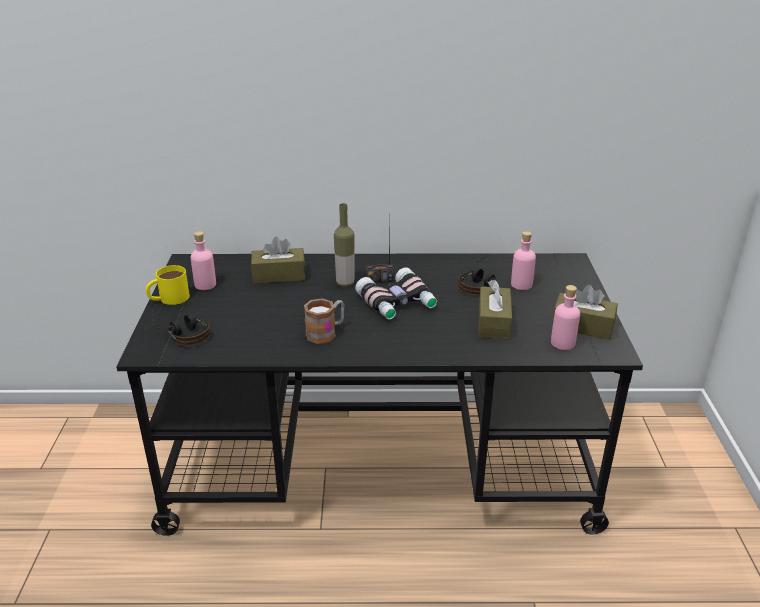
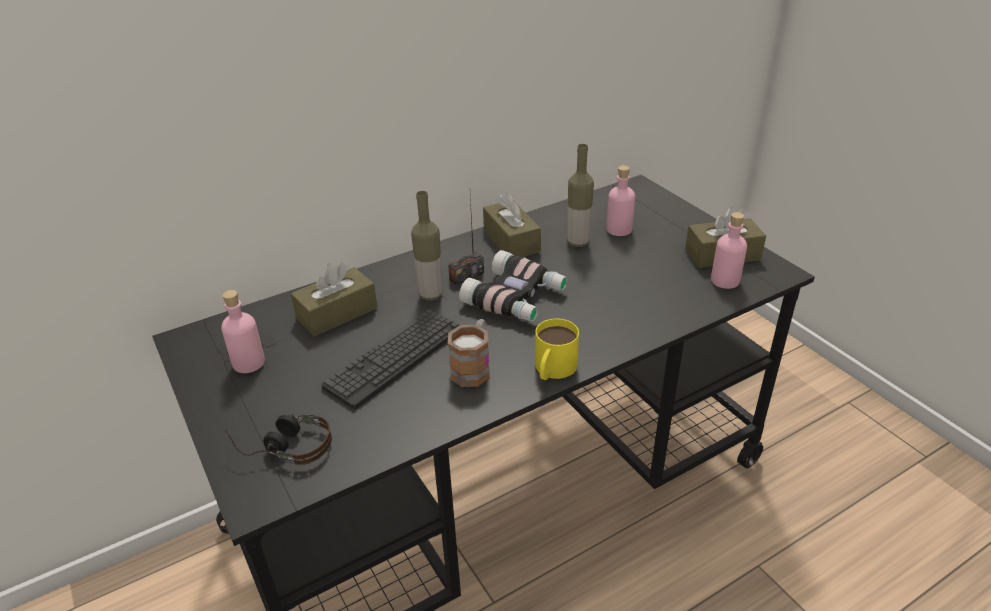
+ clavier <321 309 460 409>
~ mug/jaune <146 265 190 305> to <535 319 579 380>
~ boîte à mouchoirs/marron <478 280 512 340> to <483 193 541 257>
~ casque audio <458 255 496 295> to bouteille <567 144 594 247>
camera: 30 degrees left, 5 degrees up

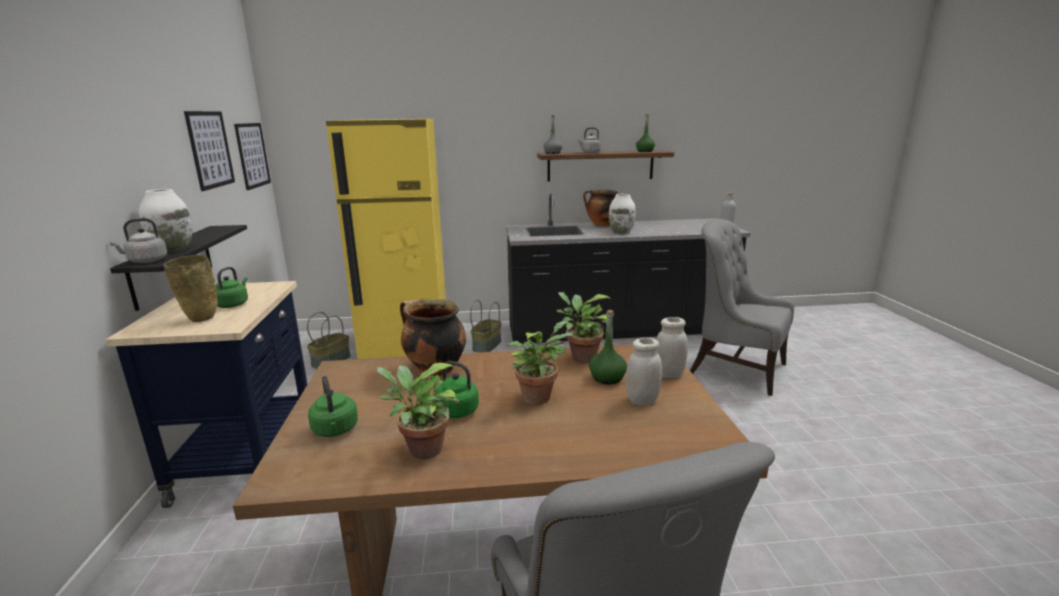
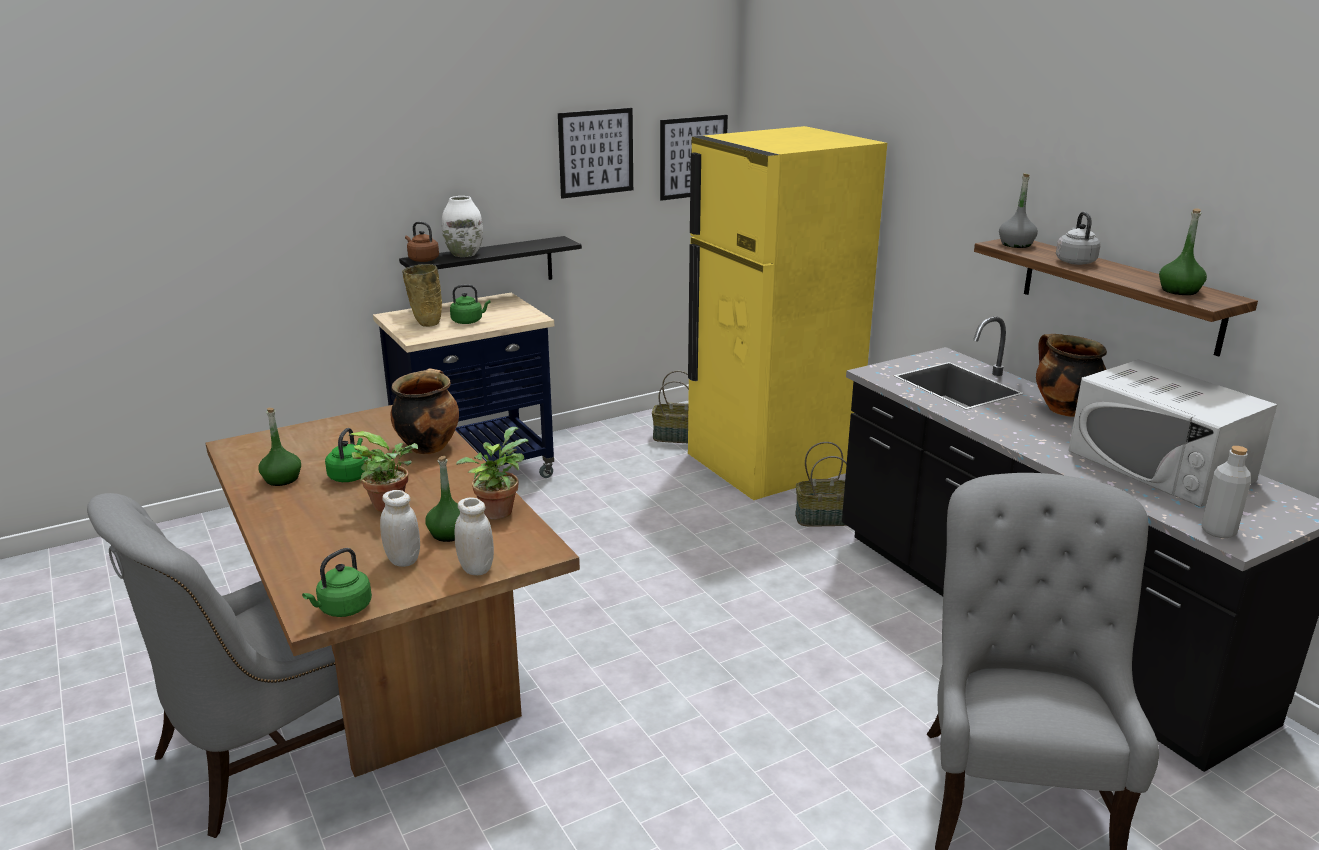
- vase/blanc <609 194 636 234>
+ micro-ondes/blanc <1068 359 1277 507>
~ bouilloire/vert <308 376 358 437> to <302 548 372 617>
~ plante en pot <376 363 460 459> to bouteille/vert <259 408 301 486>
~ bouilloire/gris <109 218 167 263> to bouilloire/marron <405 222 439 262>
camera: 65 degrees right, 5 degrees up

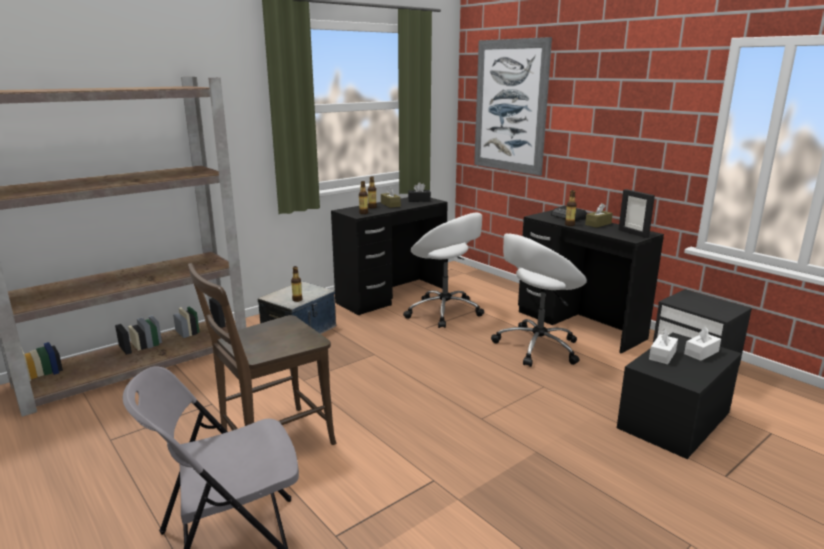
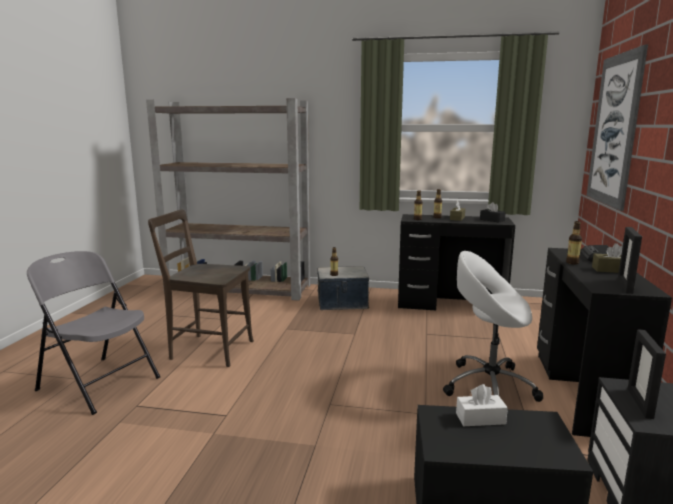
- chaise de bureau/blanc <403 213 484 328>
- boîte à mouchoirs/blanc <684 326 721 361>
+ cadre photo <628 329 666 419>
camera: 50 degrees right, 5 degrees down

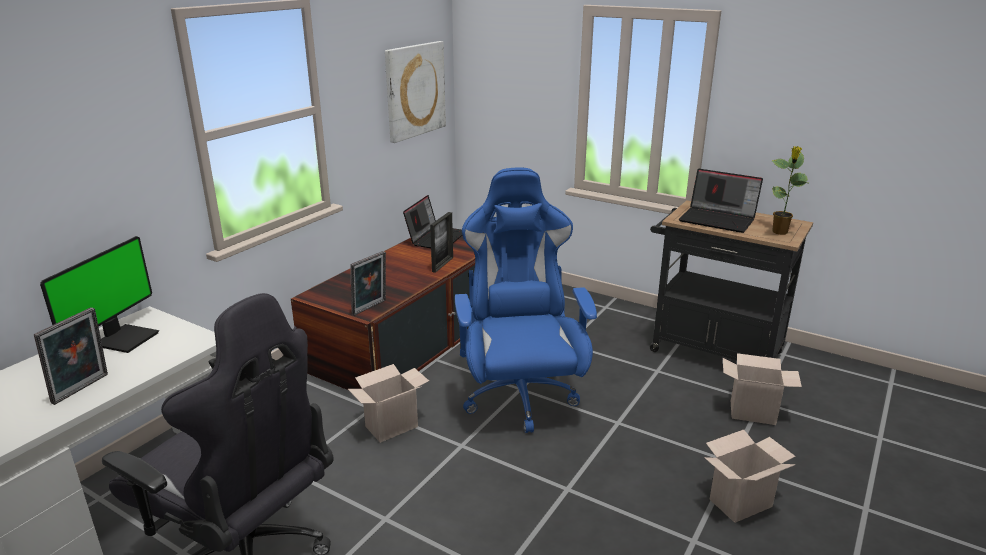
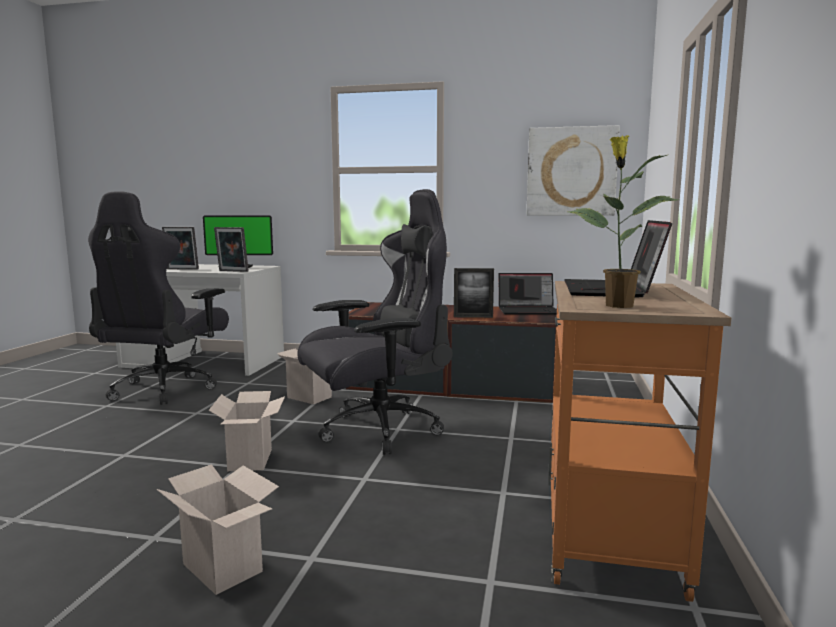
~ cadre photo <350 251 386 316> to <214 227 249 272>
~ carton <723 353 802 425> to <208 391 285 471>
~ chaise de bureau/bleu <455 167 597 433> to chaise de bureau/noir <297 189 453 455>
~ chariot/noir <650 200 813 360> to chariot/orange <548 281 732 602>
camera: 70 degrees right, 15 degrees down

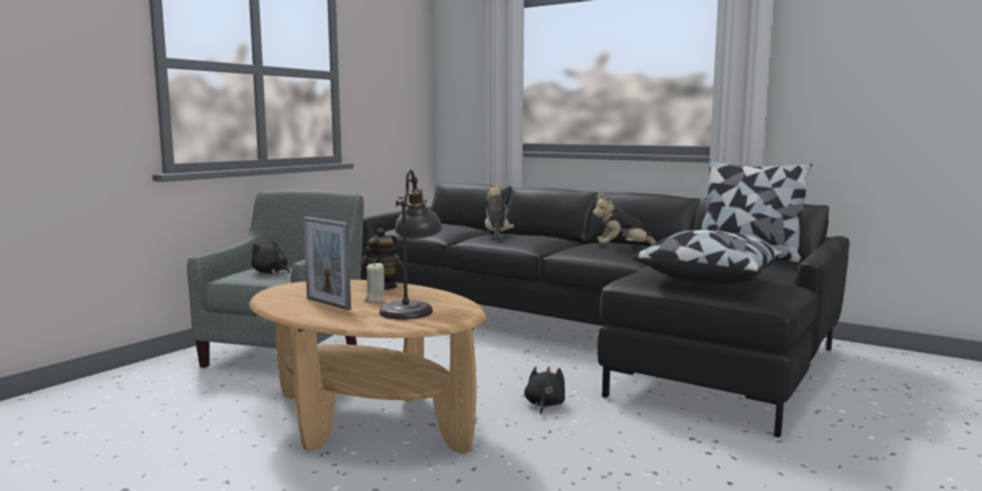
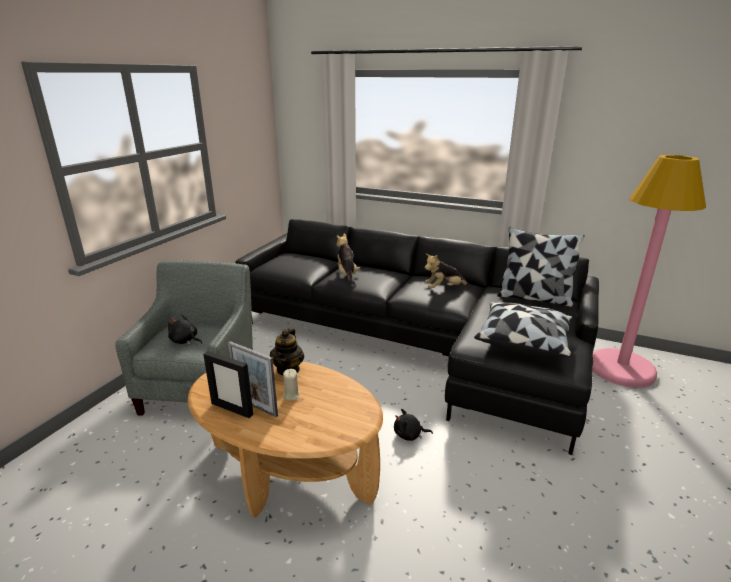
- lampe de table/gris <379 169 442 320>
+ cadre photo <203 351 253 418>
+ lampadaire/rose <592 155 706 387>
~ peluche/noir <524 366 565 415> = <394 409 433 441> 90 degrees counterclockwise
camera: 10 degrees left, 15 degrees up

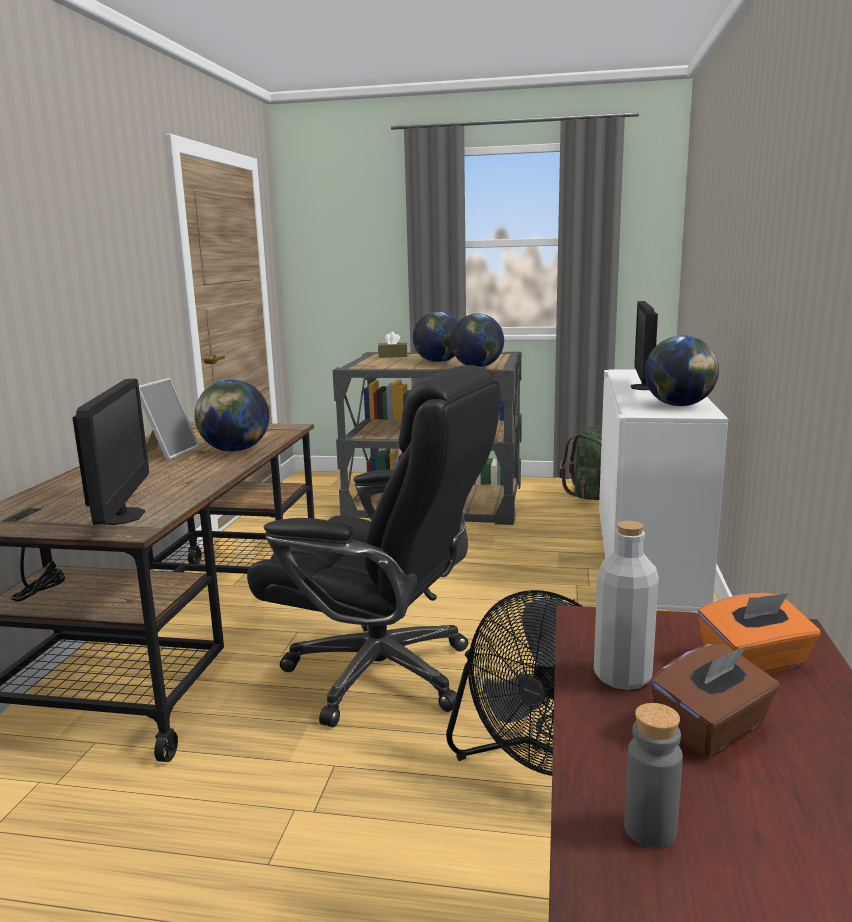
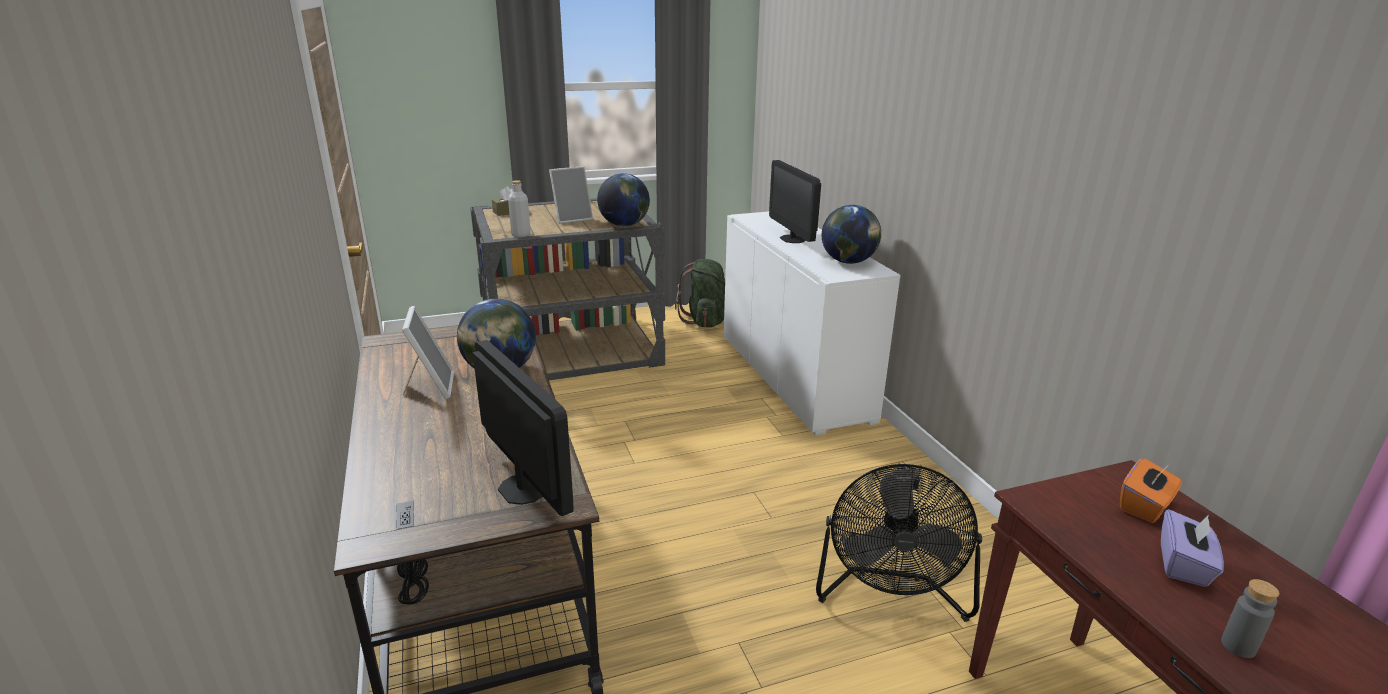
- chaise de bureau/noir <247 365 500 727>
~ bouteille/gris <594 521 659 690> to <508 180 531 237>
~ globe <413 312 458 362> to cadre photo <549 166 593 224>
~ boîte à mouchoirs/marron <650 643 780 757> to boîte à mouchoirs/violet <1161 509 1224 587>
camera: 30 degrees left, 10 degrees up

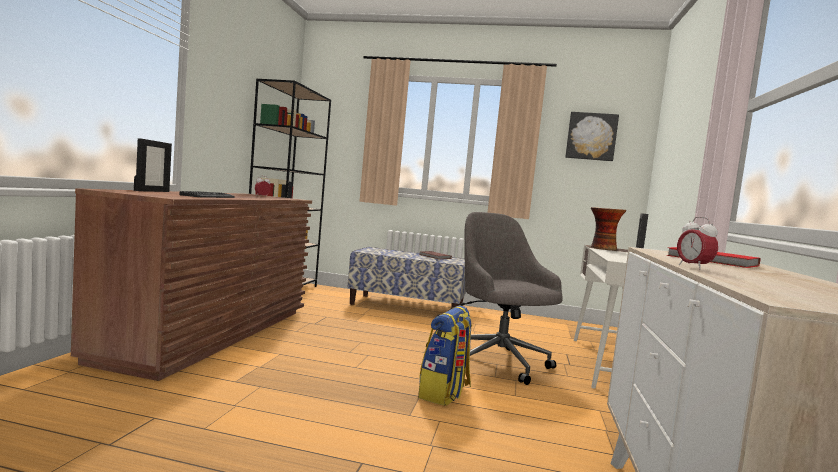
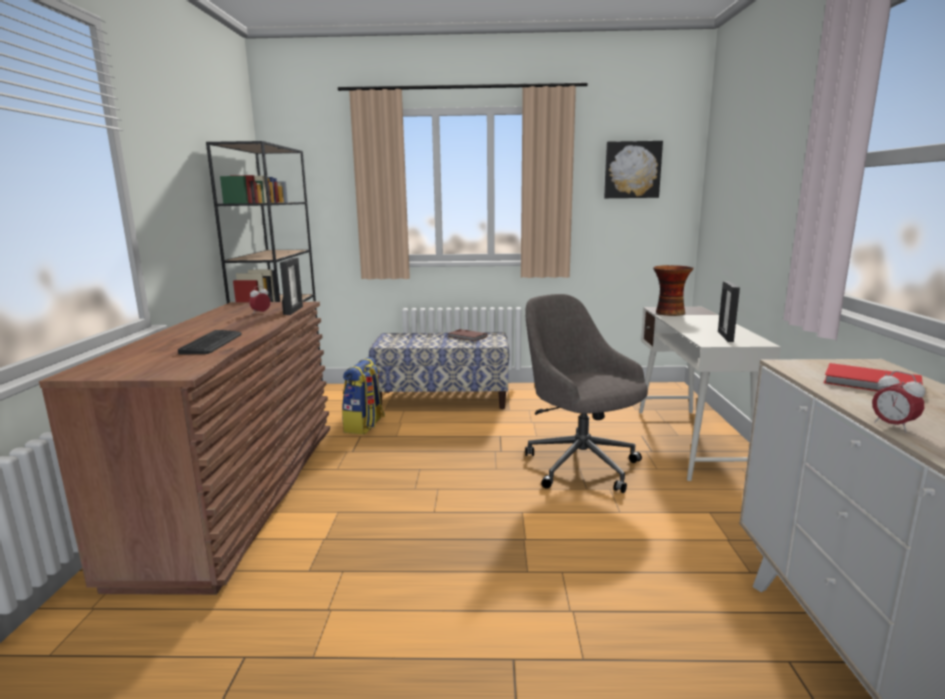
~ cadre photo <134 138 172 192> to <280 258 303 315>
~ sac à dos <418 306 472 406> to <342 357 385 435>
camera: 10 degrees left, 10 degrees up

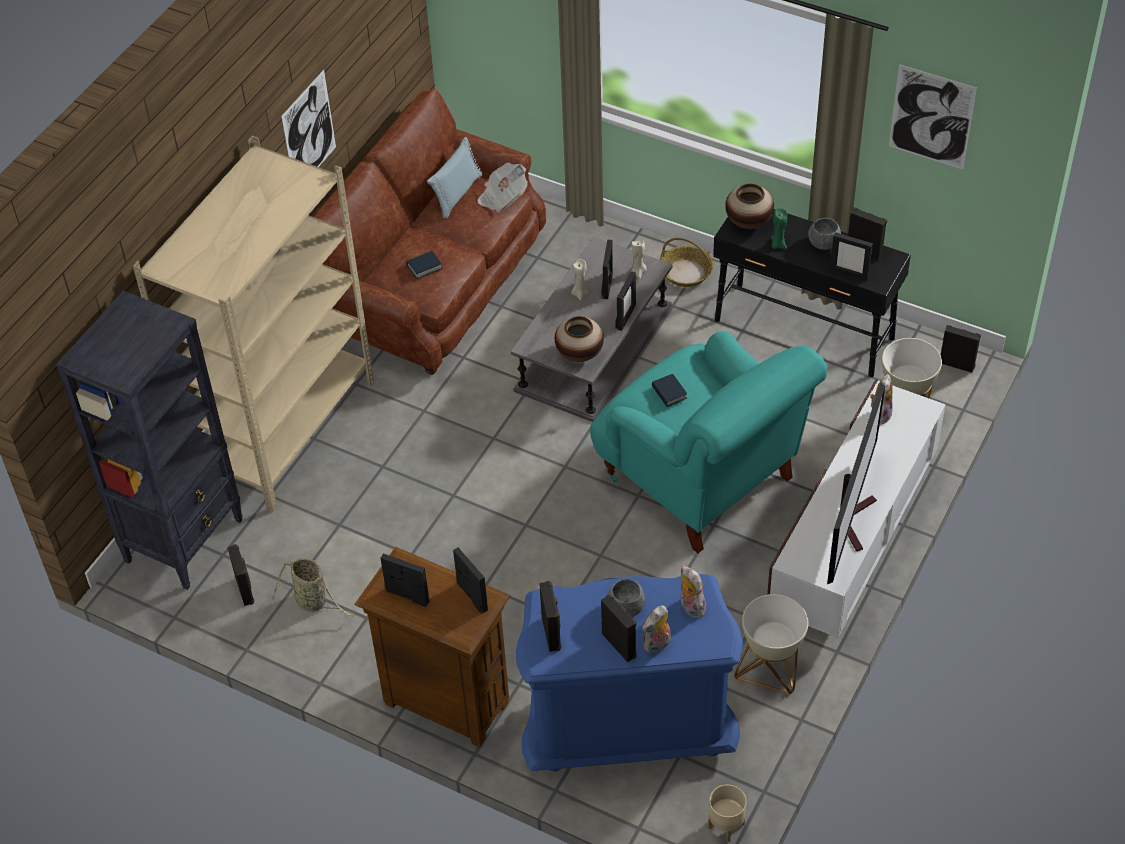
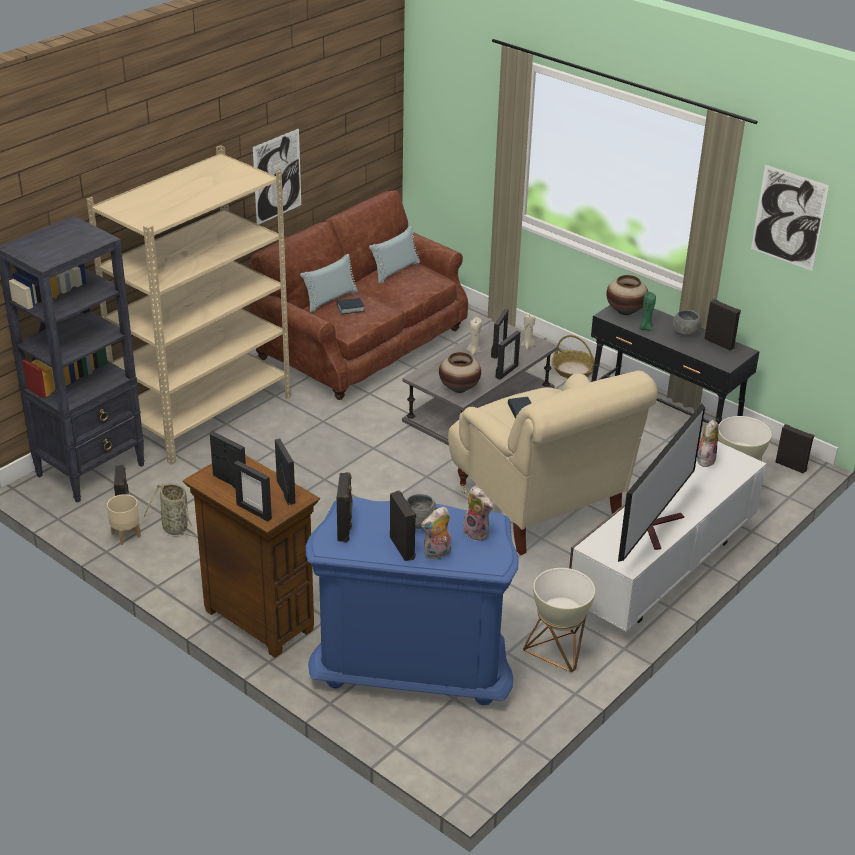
- journal <477 162 528 213>
+ coussin/bleu <300 254 358 312>
~ cache-pot/beige <708 785 747 842> to <107 494 141 545>
~ cadre photo <830 232 873 281> to <234 460 272 521>
~ fauteuil/turquoise <590 331 827 553> to fauteuil/beige <448 370 658 555>
~ peluche <680 565 706 618> = <463 486 493 541> 150 degrees clockwise
camera: 10 degrees right, 15 degrees down

